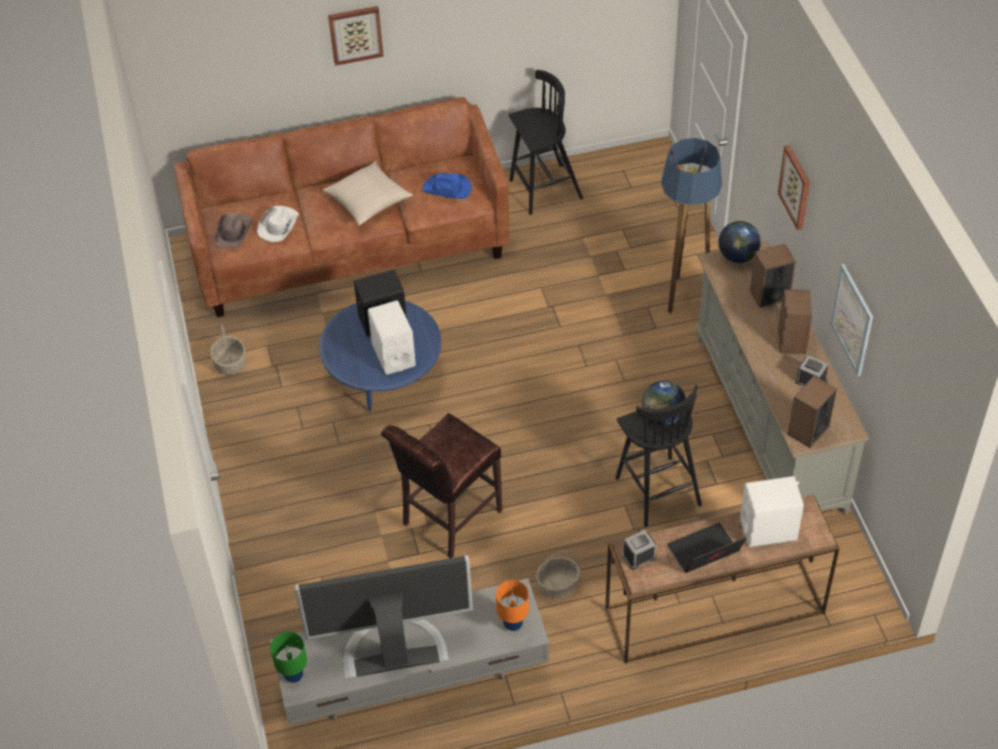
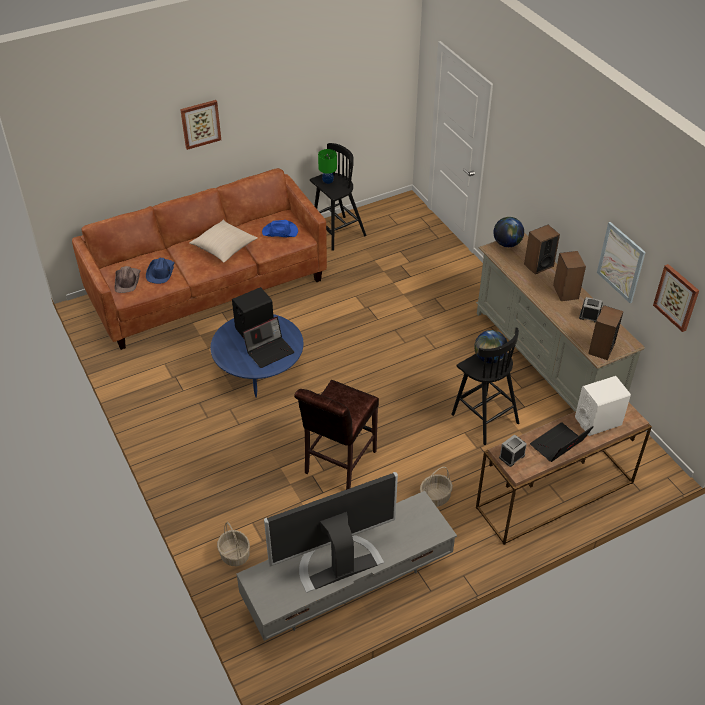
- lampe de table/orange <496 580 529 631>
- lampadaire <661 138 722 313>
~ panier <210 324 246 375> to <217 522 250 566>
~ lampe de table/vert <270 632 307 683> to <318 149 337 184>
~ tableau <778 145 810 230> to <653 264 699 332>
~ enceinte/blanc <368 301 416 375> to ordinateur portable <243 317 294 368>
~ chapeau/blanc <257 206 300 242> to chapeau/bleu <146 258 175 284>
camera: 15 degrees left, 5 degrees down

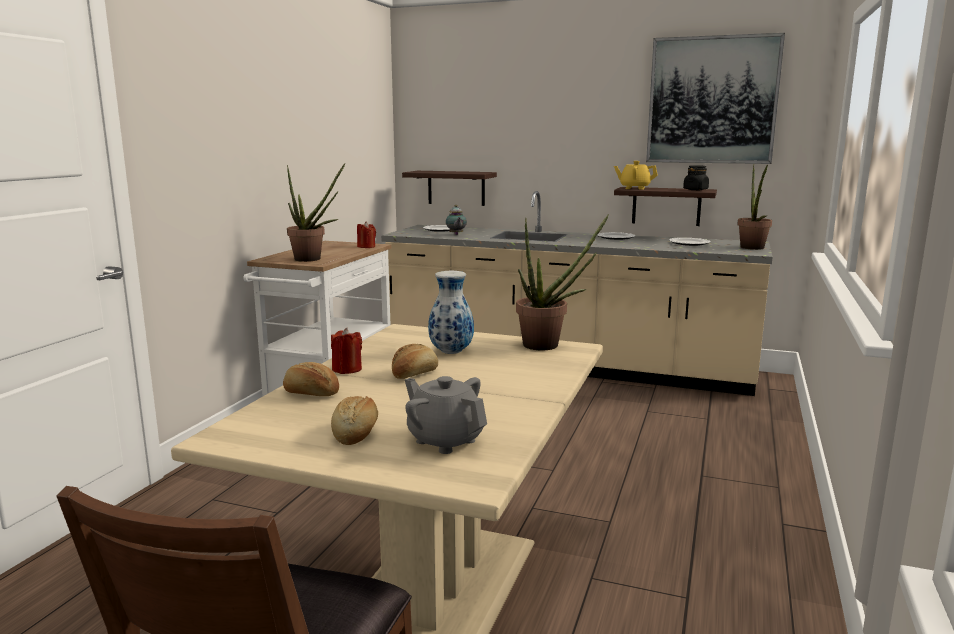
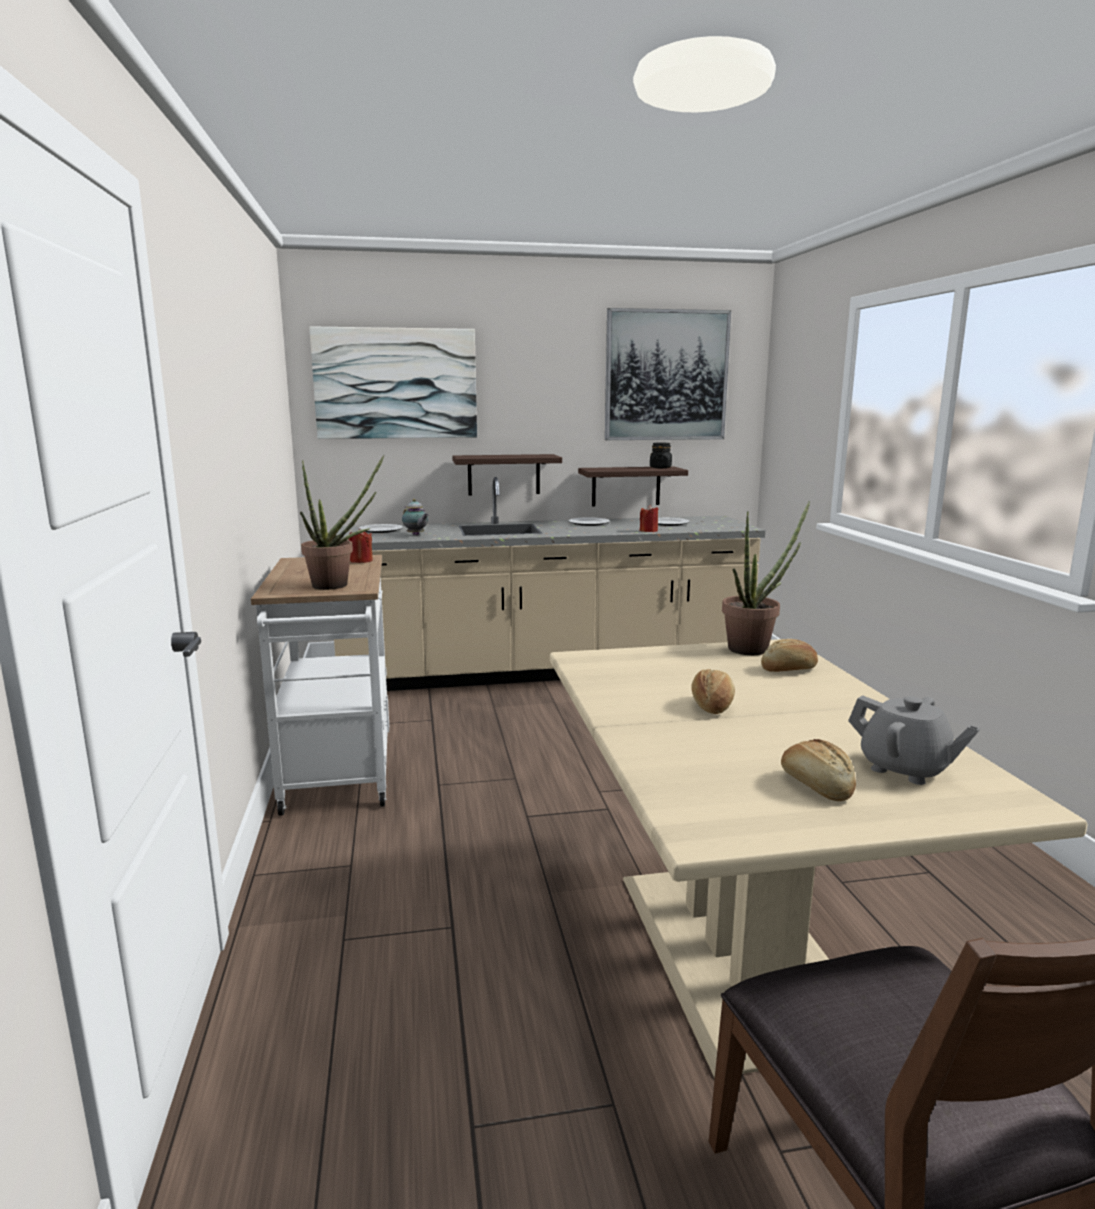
- vase <428 271 474 354>
- théière/jaune <614 161 658 189>
- plante en pot <737 164 772 250>
+ tableau <309 326 477 439>
~ pain <283 362 339 396> to <761 639 818 672>
~ bougie/rouge <331 328 362 374> to <640 505 658 532>
~ étagère <402 171 497 206> to <452 454 562 496>
~ théière/gris <405 376 487 454> = <848 695 980 785> 150 degrees counterclockwise
camera: 30 degrees left, 0 degrees up

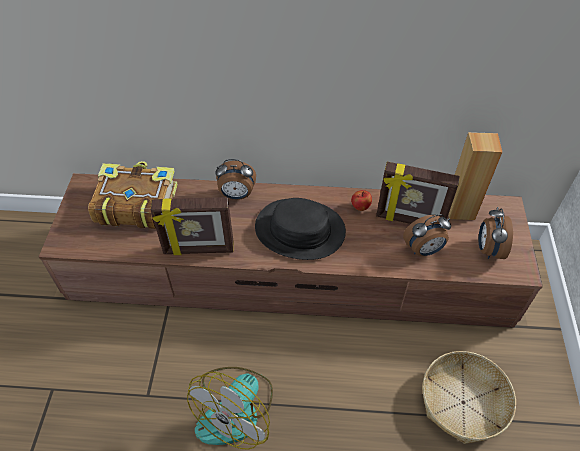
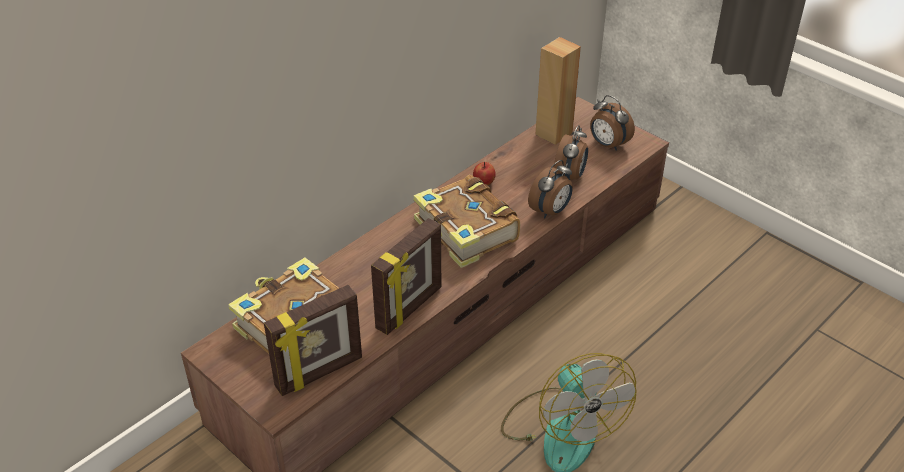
- panier <422 351 516 444>
~ réveil <215 159 256 200> to <528 160 573 218>
~ cadre photo <376 162 460 224> to <264 285 362 396>
~ chapeau/noir <255 198 346 260> to livre <413 175 520 268>
camera: 50 degrees left, 10 degrees down

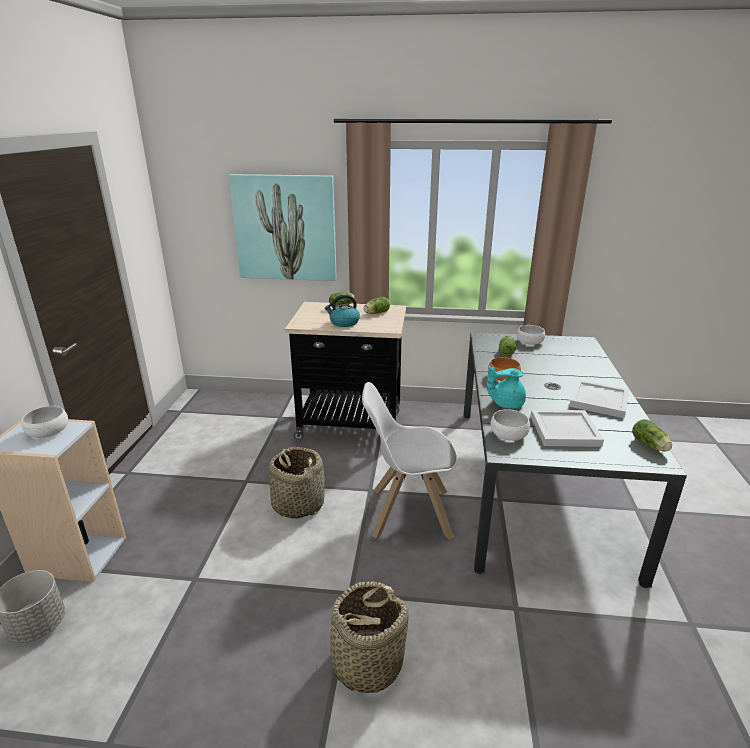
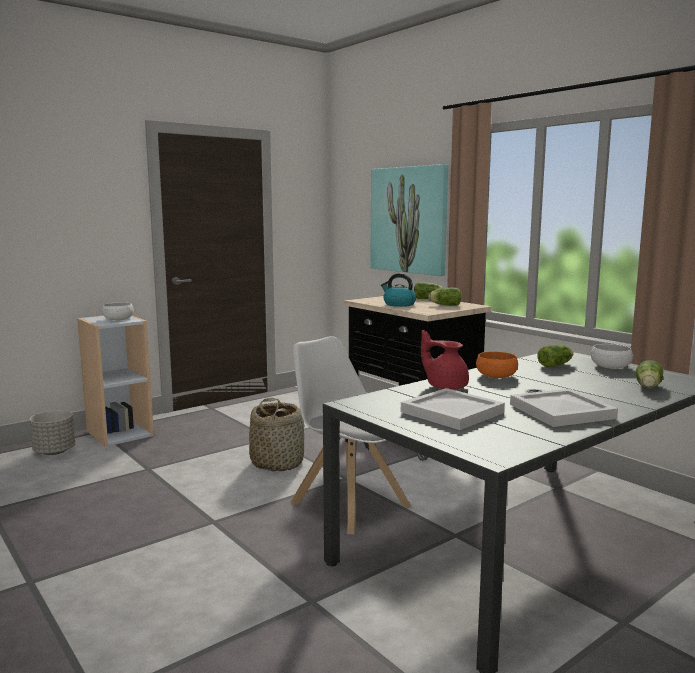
- panier <315 581 409 693>
- bol/blanc <490 409 530 441>
~ laitue <632 419 672 452> to <636 360 664 388>
~ théière/turquoise <487 366 526 408> to théière/rouge <421 330 469 389>
camera: 45 degrees right, 15 degrees down

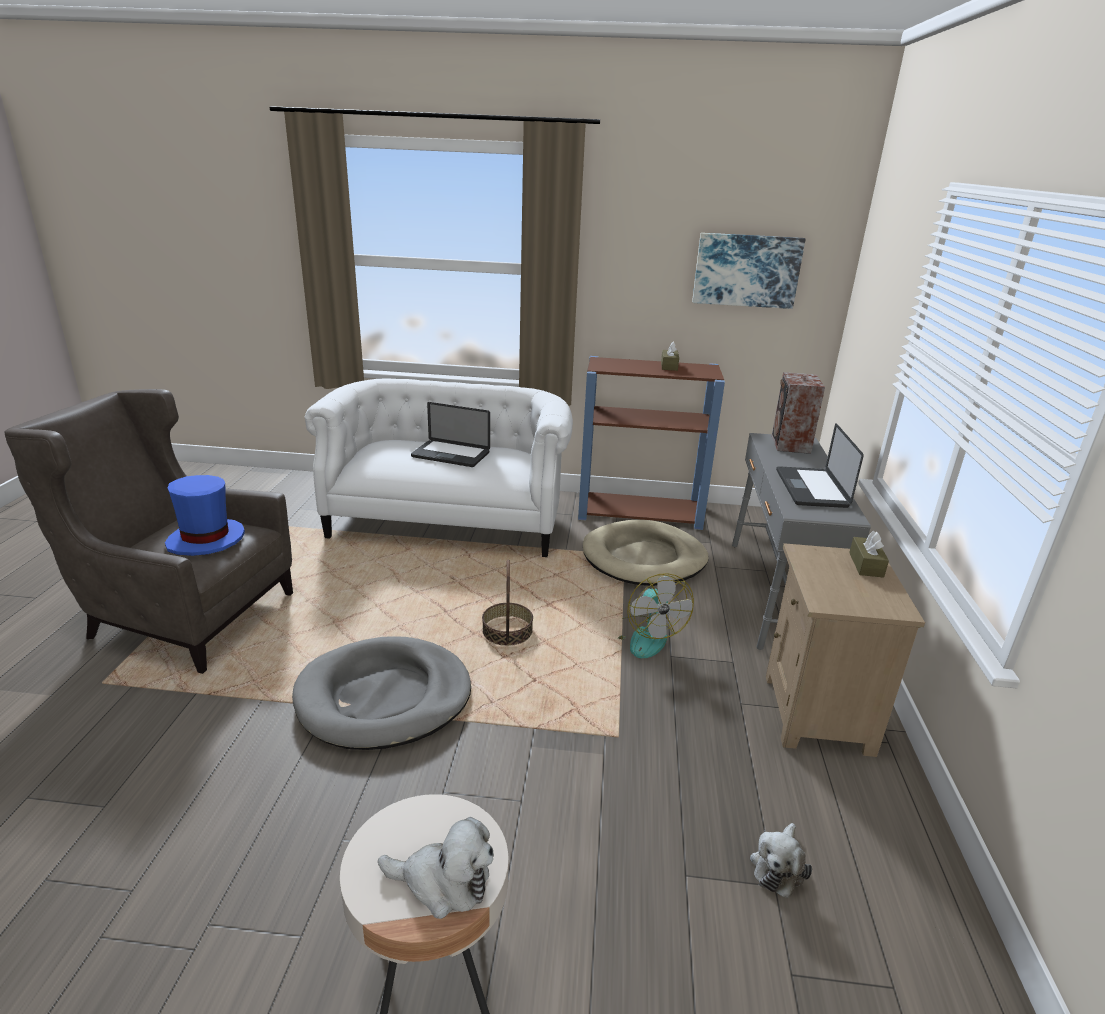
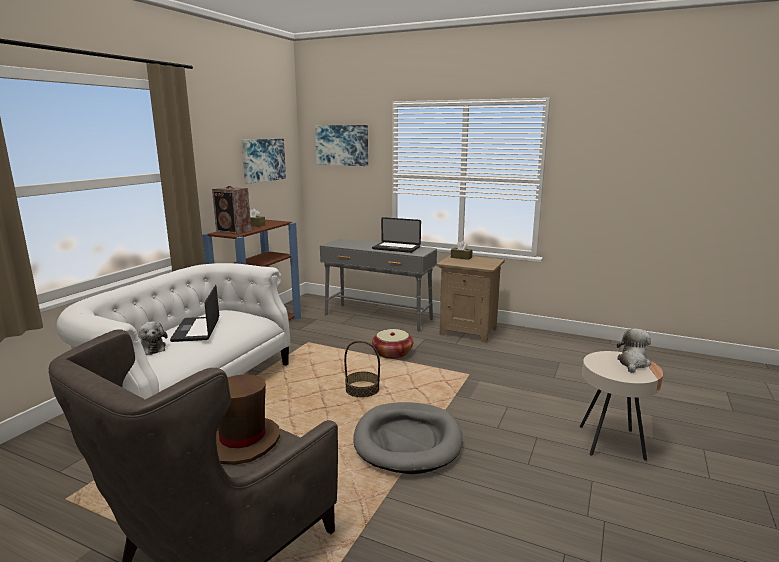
- panier pour chien/beige <583 520 708 586>
+ tableau <315 125 368 166>
~ peluche <750 823 812 898> to <137 321 168 355>
~ enceinte <772 372 825 454> to <212 186 251 234>
~ ventilateur <618 573 694 658> to panier <372 329 413 359>
~ chapeau/bleu <165 475 245 556> to chapeau/marron <216 374 280 465>
~ ordinateur portable <411 402 490 467> = <170 285 219 342> 135 degrees clockwise
camera: 70 degrees left, 10 degrees down

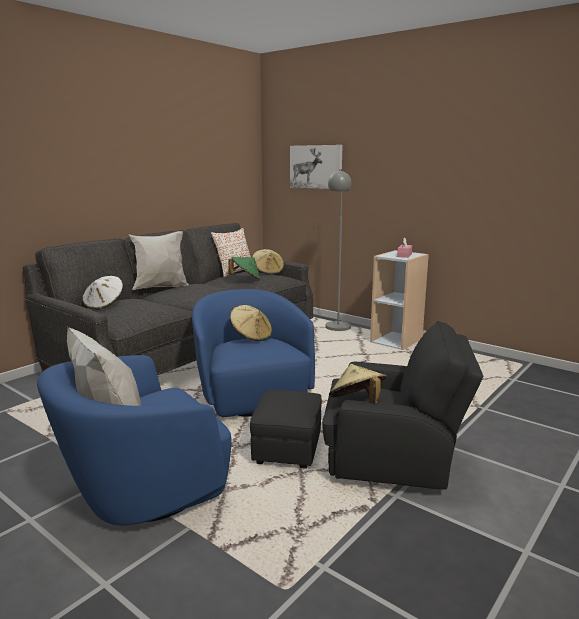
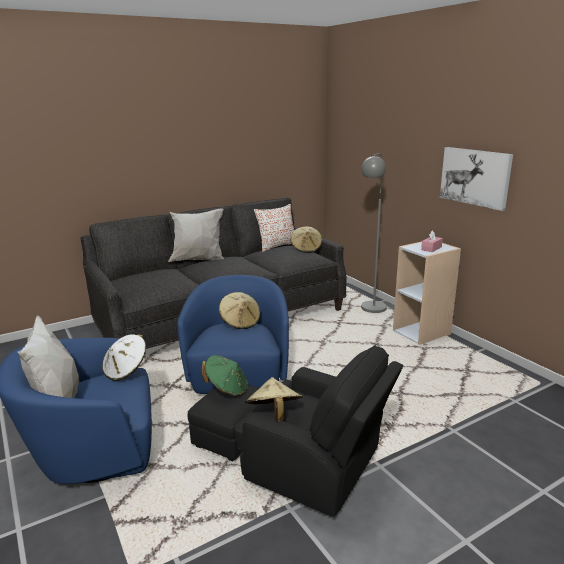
~ chapeau/blanc <82 276 123 310> to <102 334 146 381>
~ chapeau/vert <228 257 260 279> to <201 355 248 396>
~ tableau <290 145 343 189> to <440 147 513 211>
camera: 20 degrees right, 5 degrees up

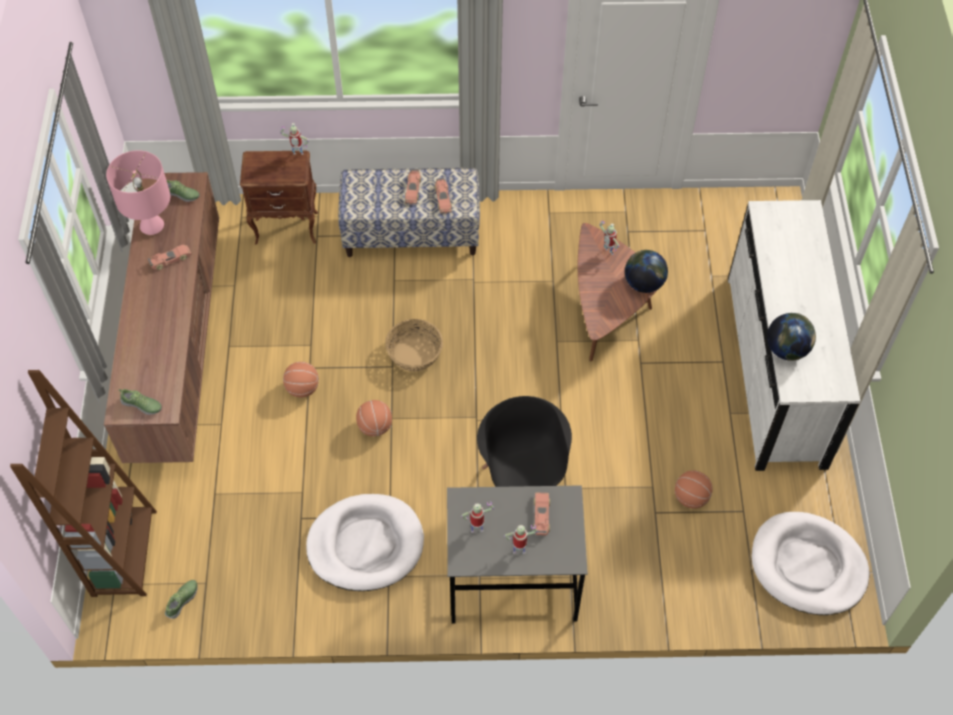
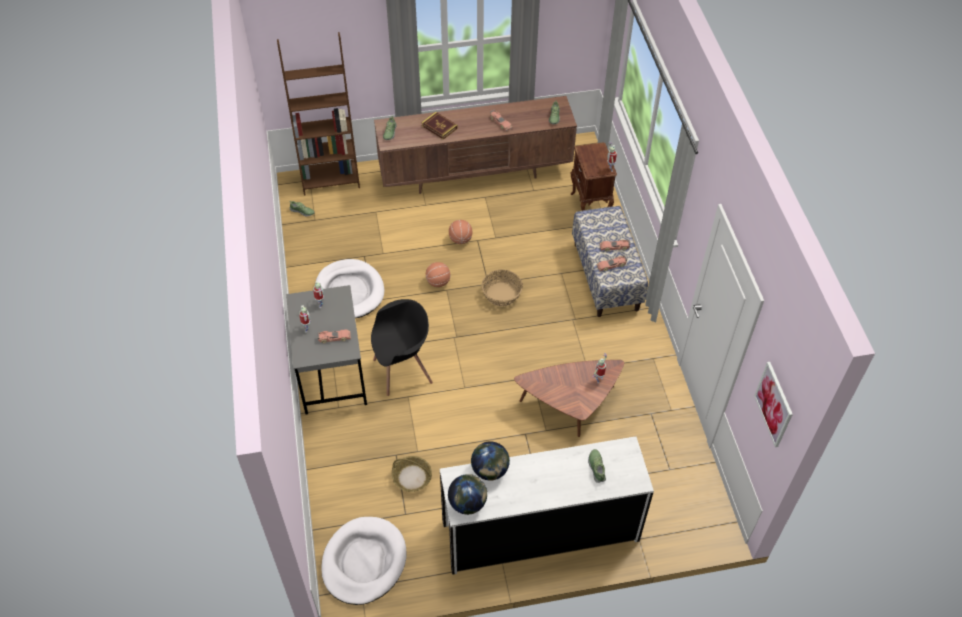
- lampe de table/rose <106 150 170 235>
+ livre <421 112 457 140>
+ chaussure <588 449 606 483>
+ tableau <754 362 793 447>
~ globe <625 250 668 293> to <448 474 487 515>
~ ballon de basket <675 470 713 509> to panier <392 456 432 492>
camera: 80 degrees right, 5 degrees down

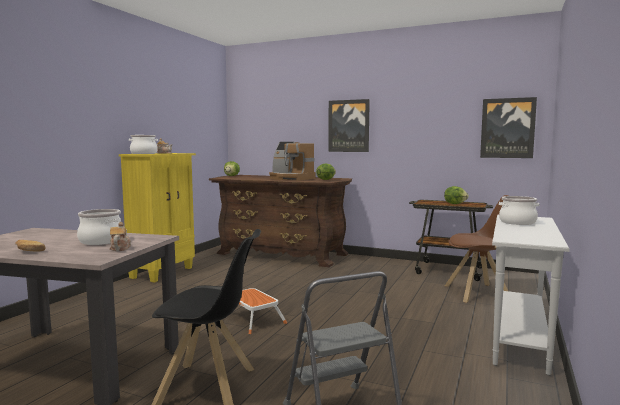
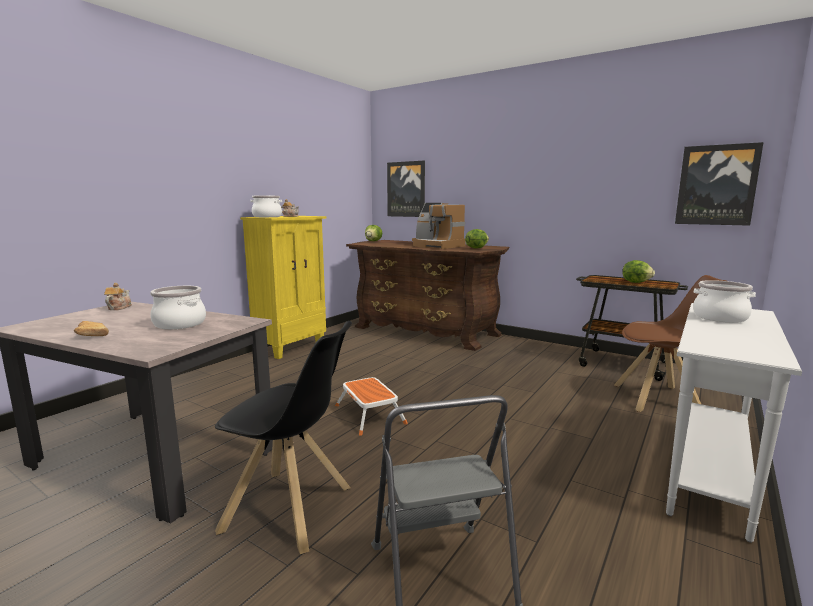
~ théière <110 222 131 251> to <104 283 132 310>
~ tableau <328 99 370 152> to <387 161 425 217>
camera: 10 degrees right, 5 degrees up

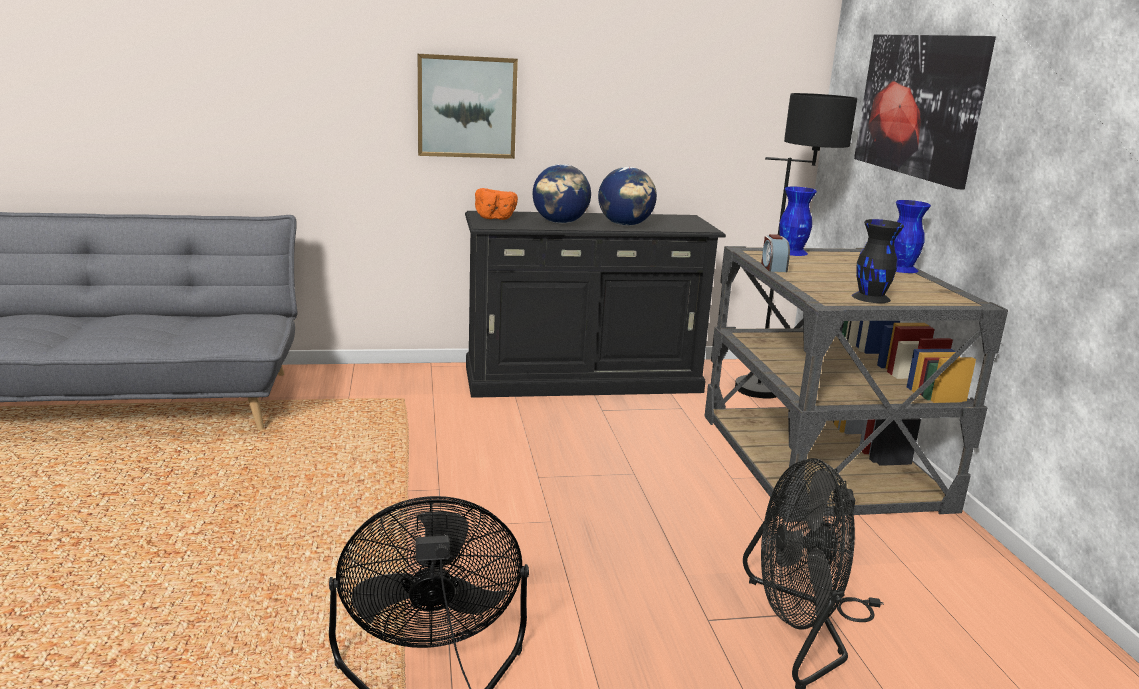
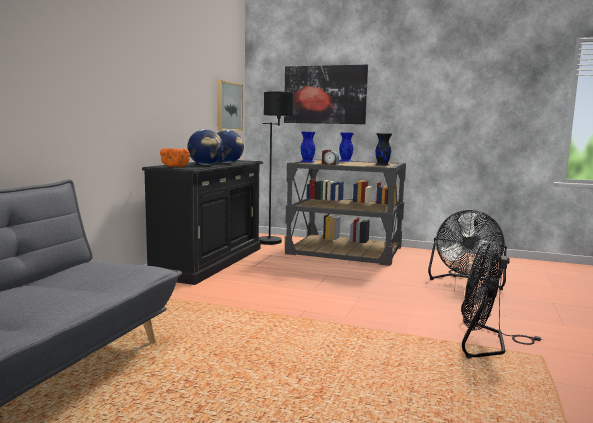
~ tableau <418 54 518 159> to <217 80 243 131>
camera: 60 degrees left, 10 degrees down

